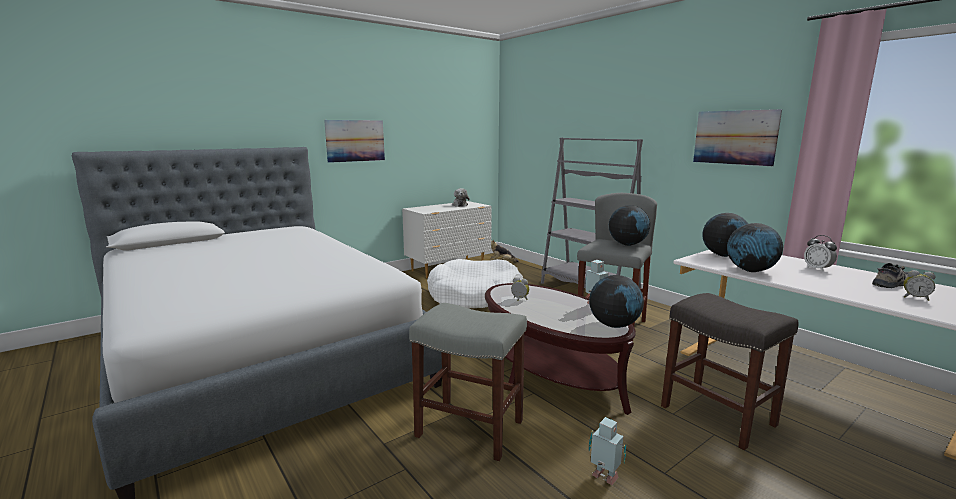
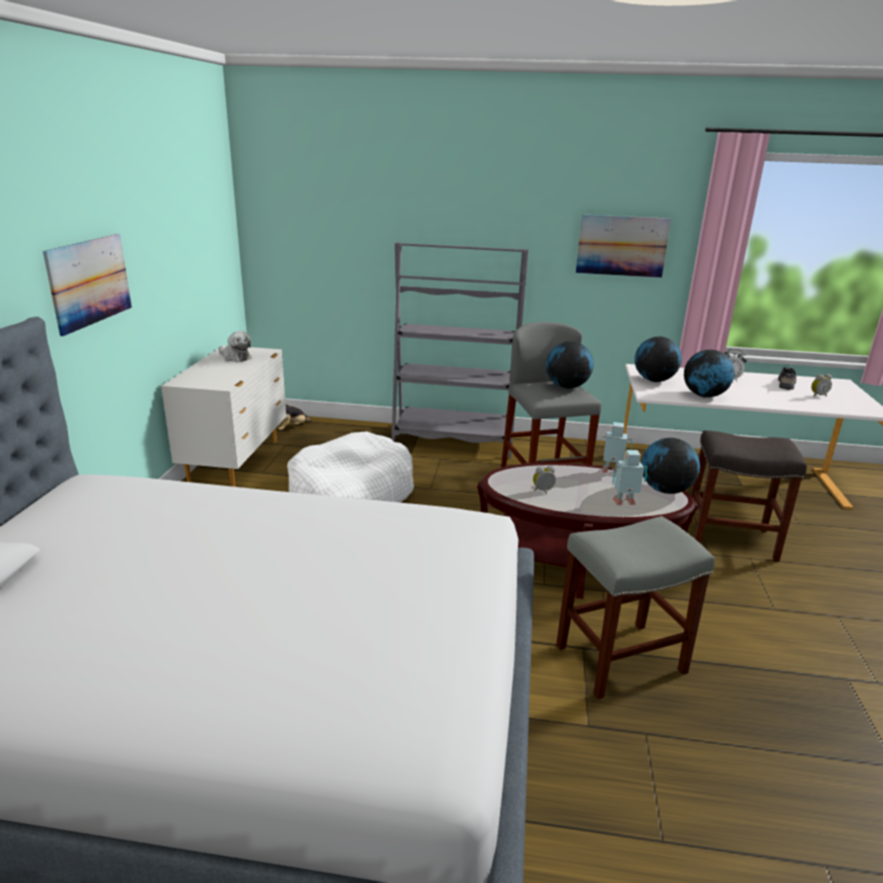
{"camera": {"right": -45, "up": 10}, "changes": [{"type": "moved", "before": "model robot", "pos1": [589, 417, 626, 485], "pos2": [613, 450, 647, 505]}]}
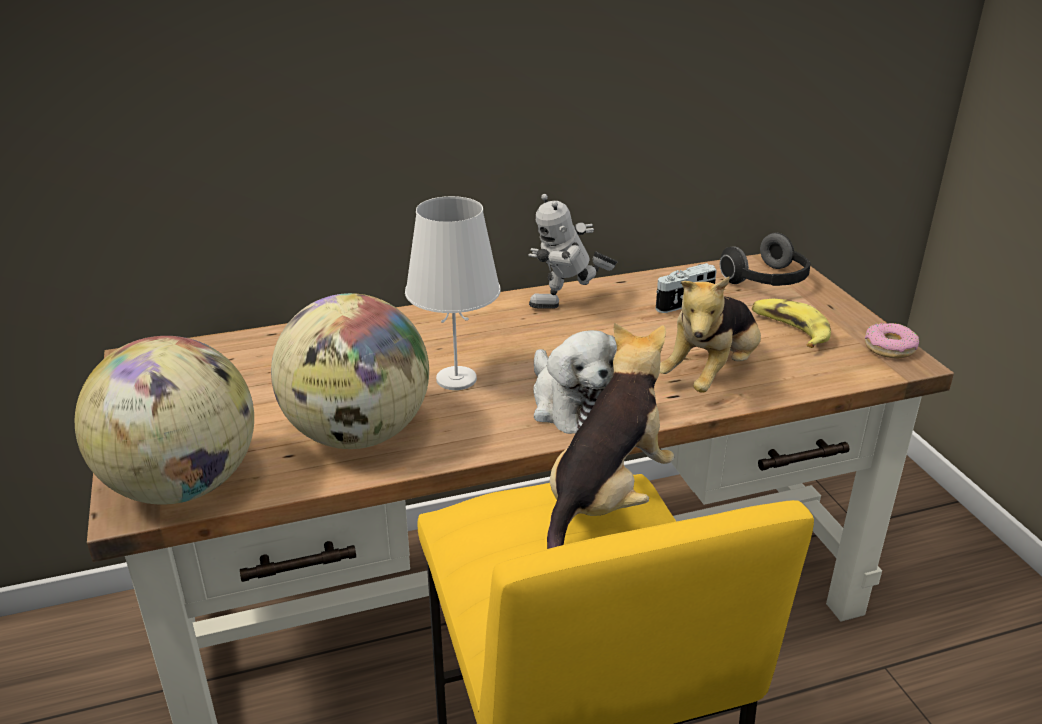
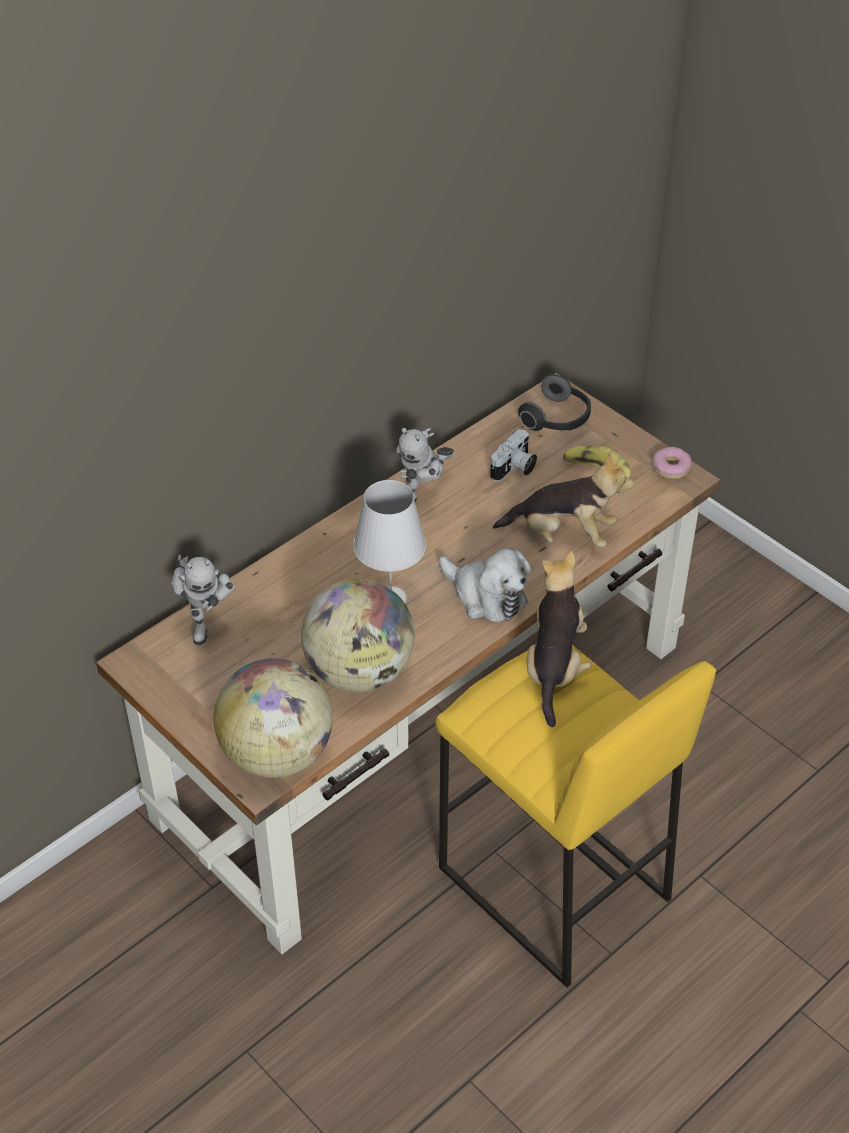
{"camera": {"right": -25, "up": 15}, "changes": [{"type": "added", "after": "model robot", "pos2": [171, 555, 235, 645]}, {"type": "turned", "before": "plush toy", "pos1": [660, 276, 761, 393], "pos2": [493, 451, 634, 547], "turn": -90}]}
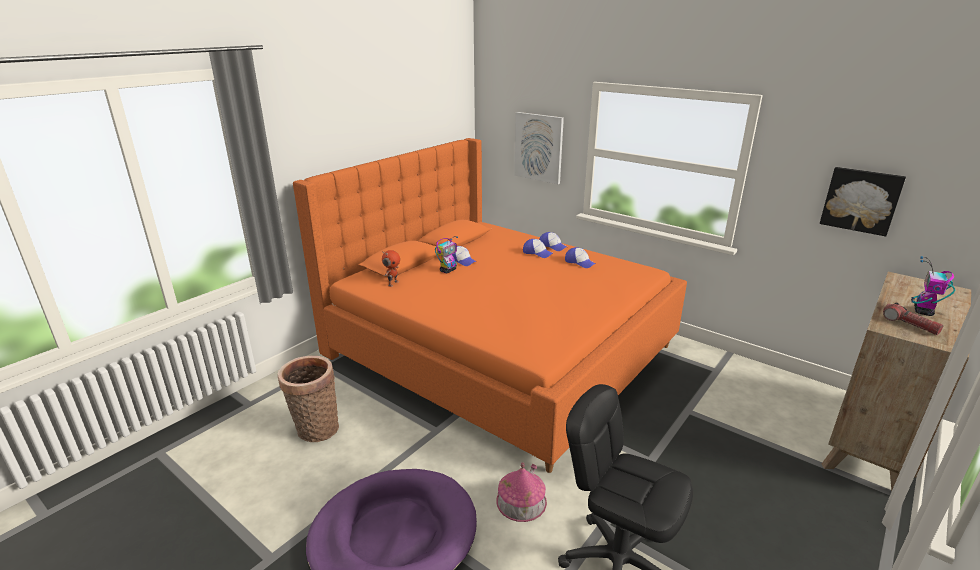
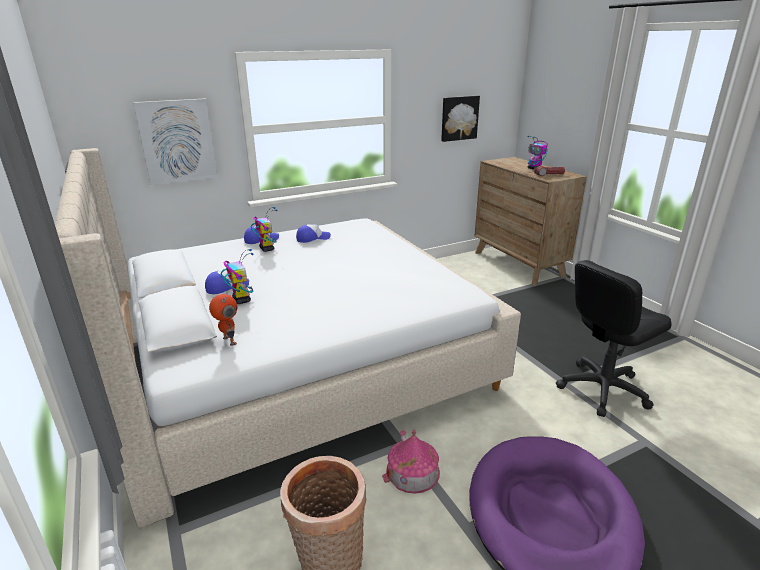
{"camera": {"right": -65, "up": 0}, "changes": [{"type": "recoloured", "before": "orangey bedroom bed", "after": "sand-coloured bedroom bed", "pos1": [293, 138, 687, 473], "pos2": [55, 148, 521, 528]}, {"type": "replaced", "before": "peaked cap", "after": "model robot", "pos1": [523, 239, 553, 258], "pos2": [251, 207, 277, 252]}, {"type": "moved", "before": "toy house", "pos1": [496, 462, 547, 522], "pos2": [382, 429, 440, 494]}]}
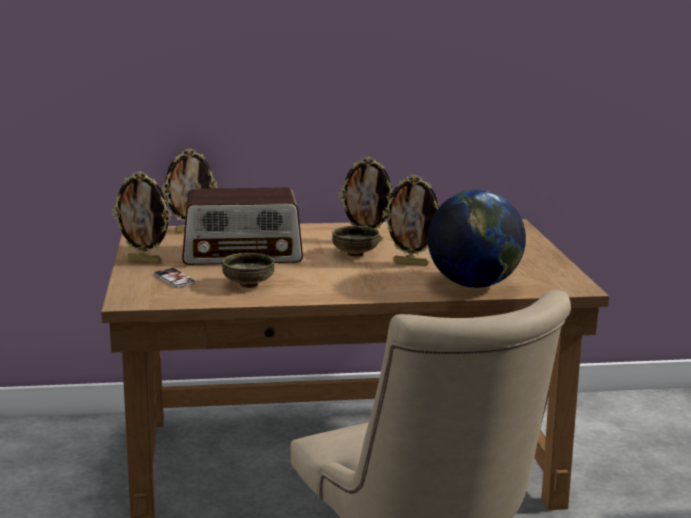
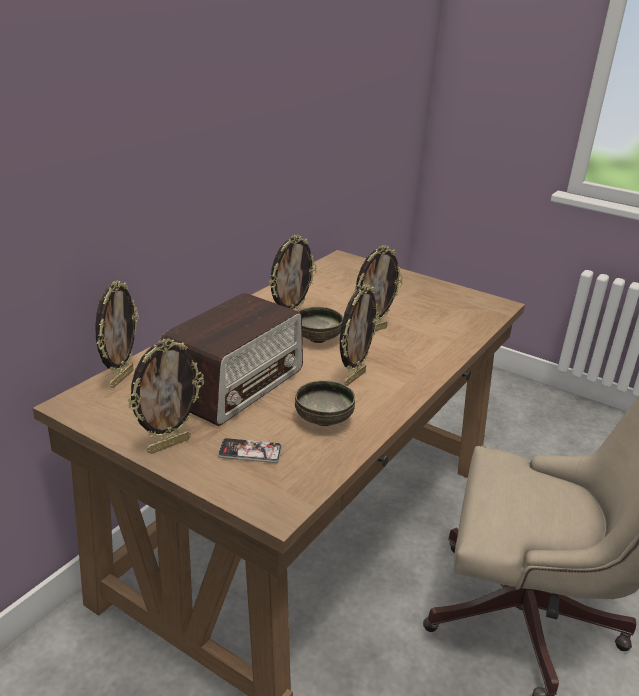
{"camera": {"right": -50, "up": 10}, "changes": [{"type": "added", "after": "picture frame", "pos2": [340, 284, 379, 386]}, {"type": "removed", "before": "world globe", "pos1": [428, 190, 526, 288]}]}
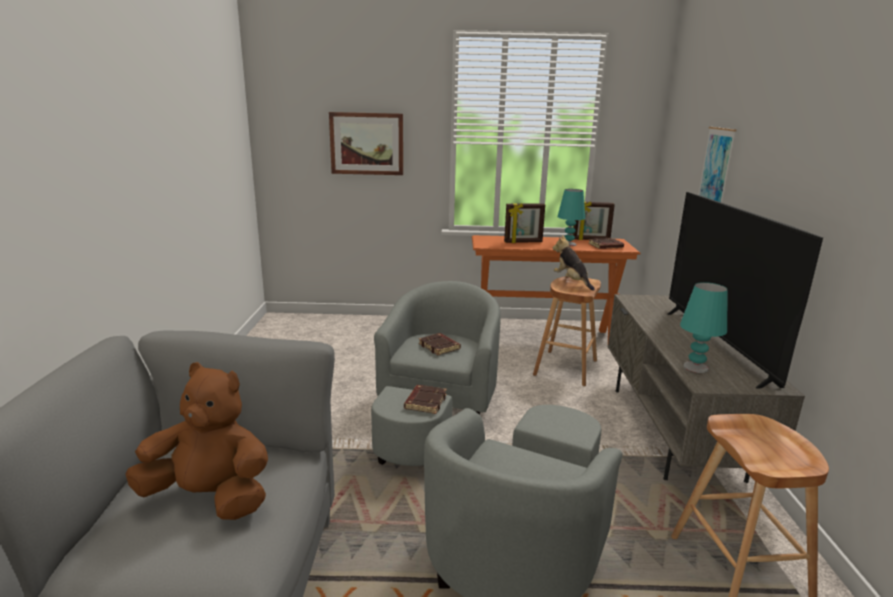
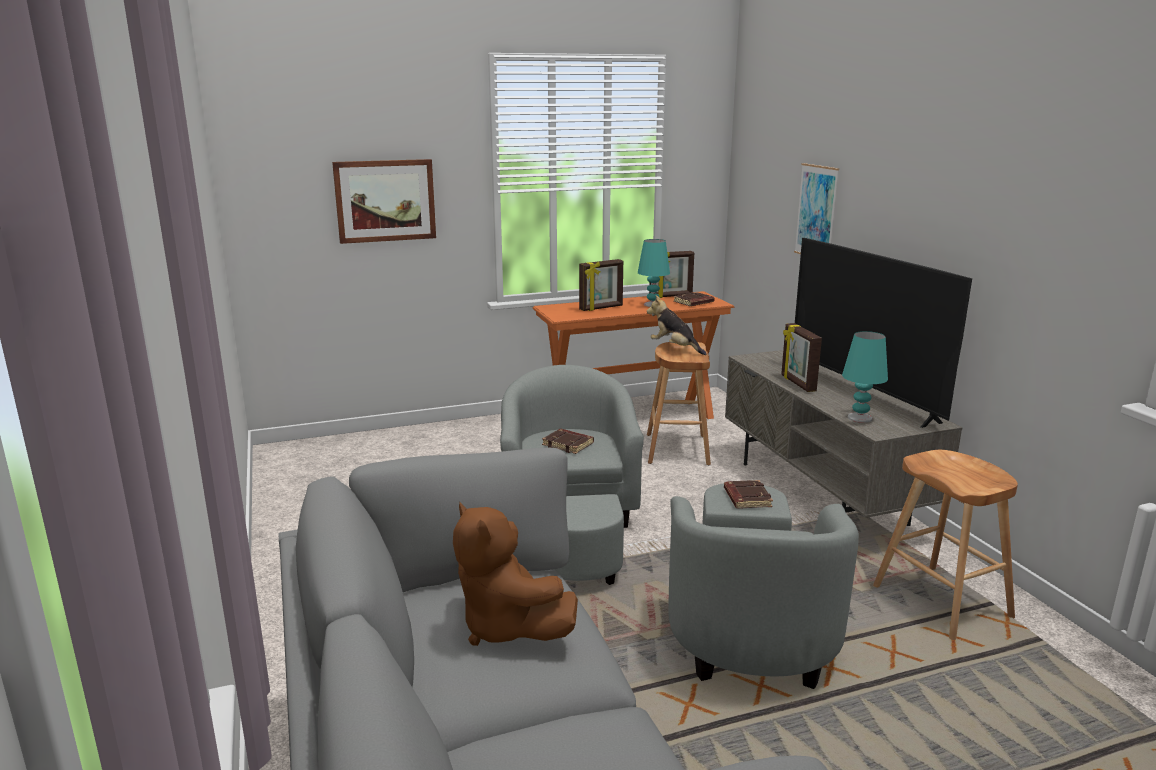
{"camera": {"right": -20, "up": 0}, "changes": [{"type": "turned", "before": "brown plush toy", "pos1": [125, 362, 268, 520], "pos2": [453, 502, 578, 646], "turn": -120}, {"type": "moved", "before": "brown bound book", "pos1": [404, 385, 447, 414], "pos2": [724, 480, 773, 509]}, {"type": "added", "after": "picture frame", "pos2": [781, 323, 822, 392]}]}
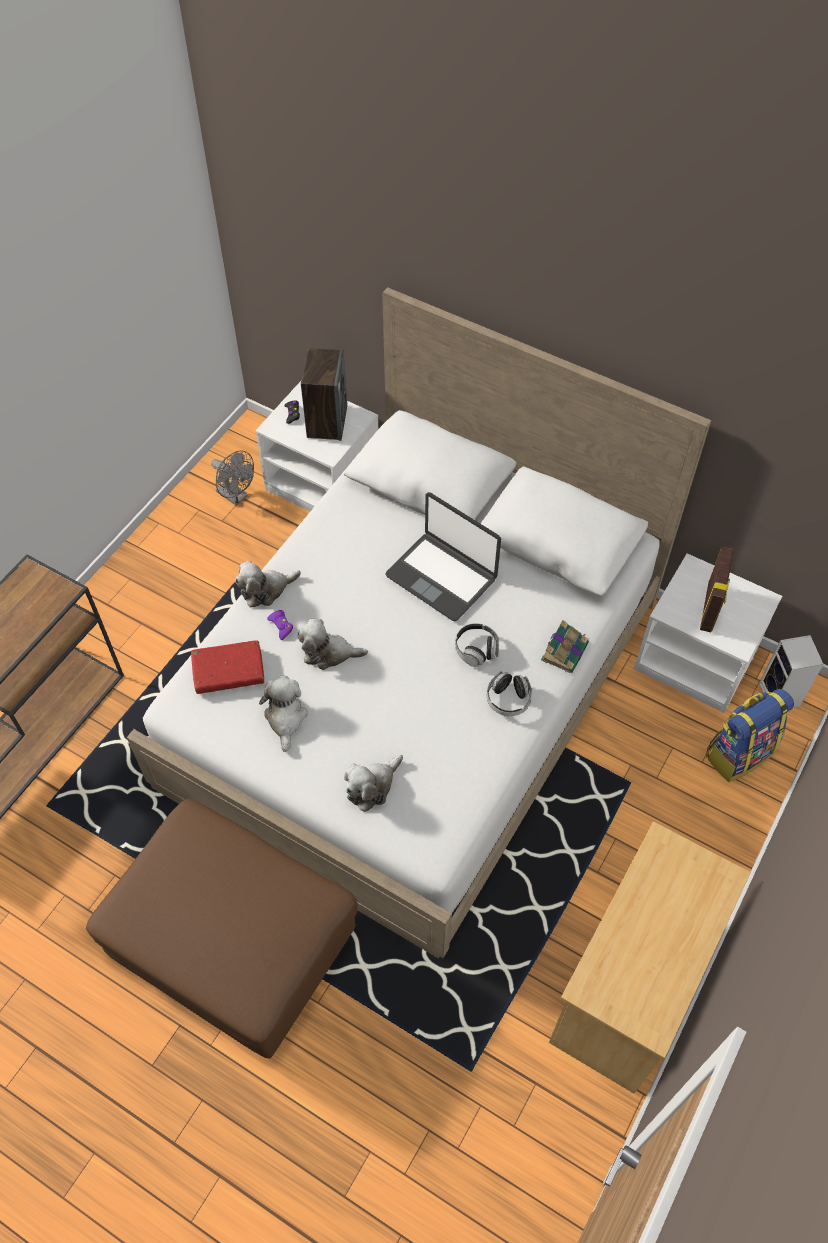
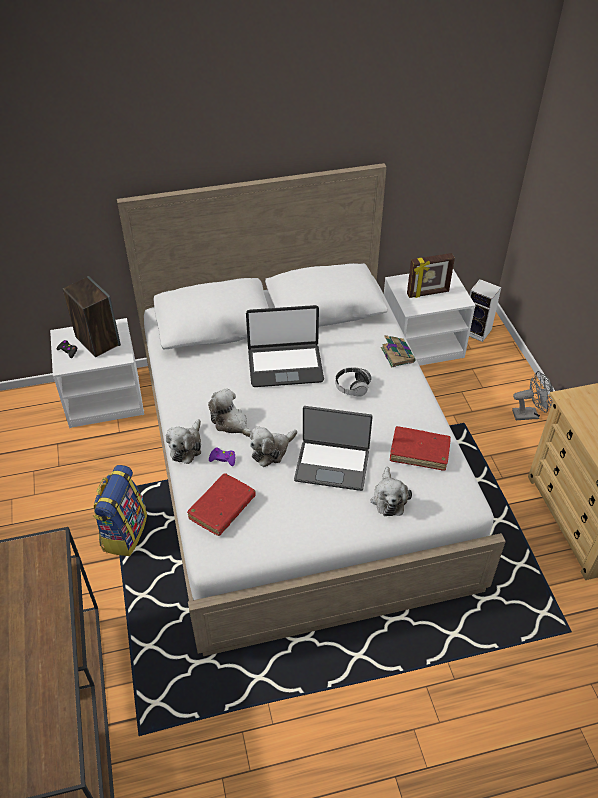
{"camera": {"right": -45, "up": -10}, "changes": [{"type": "moved", "before": "backpack", "pos1": [706, 689, 794, 782], "pos2": [93, 465, 147, 556]}, {"type": "moved", "before": "plush toy", "pos1": [259, 675, 308, 752], "pos2": [208, 388, 252, 437]}, {"type": "added", "after": "portable computer", "pos2": [294, 406, 373, 491]}, {"type": "added", "after": "red bound book", "pos2": [390, 426, 451, 471]}, {"type": "turned", "before": "picture frame", "pos1": [700, 547, 733, 632], "pos2": [407, 253, 455, 298], "turn": 105}, {"type": "moved", "before": "gray fan", "pos1": [211, 450, 254, 506], "pos2": [512, 371, 553, 420]}, {"type": "removed", "before": "brown footrest", "pos1": [86, 799, 358, 1059]}, {"type": "removed", "before": "headset", "pos1": [487, 671, 532, 716]}]}
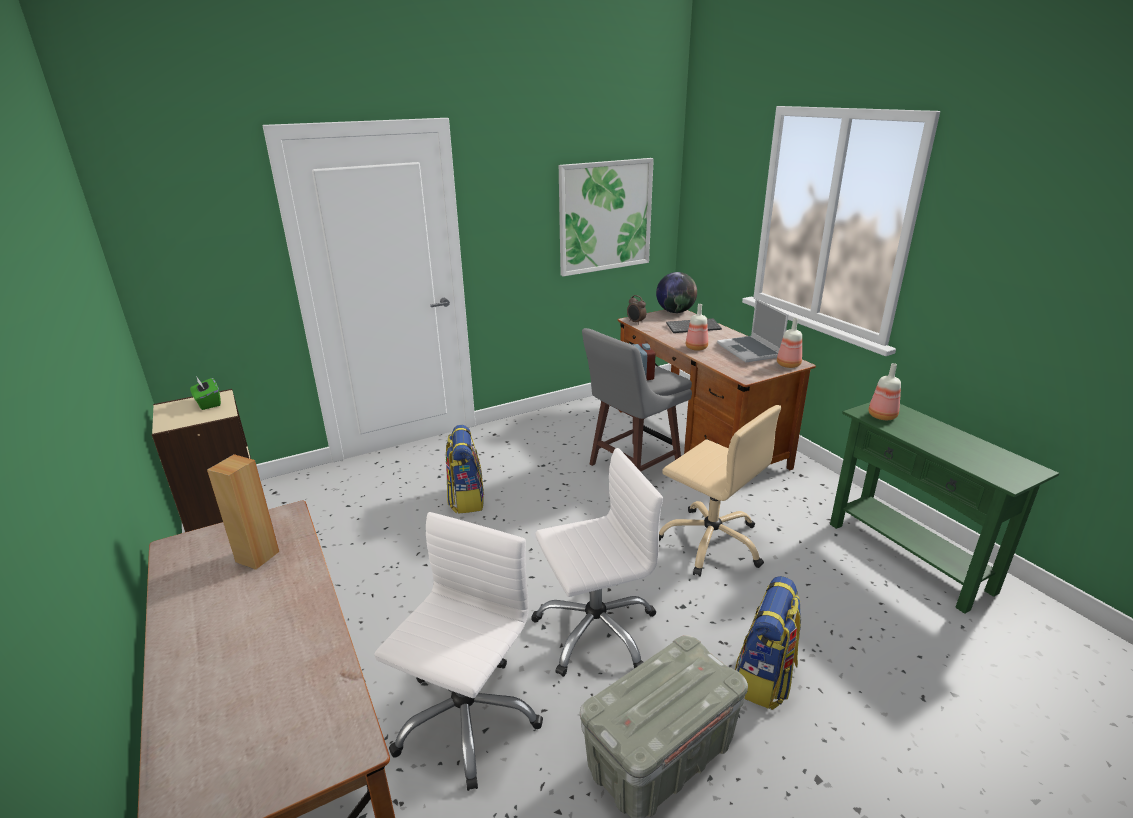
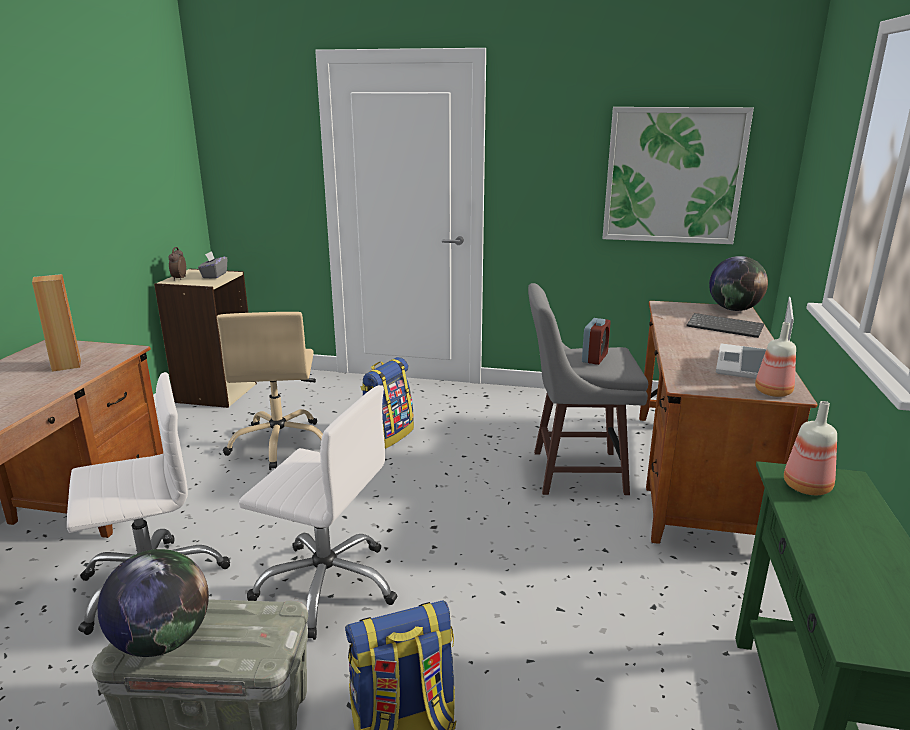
{"camera": {"right": 40, "up": -5}, "changes": [{"type": "added", "after": "world globe", "pos2": [97, 549, 209, 657]}, {"type": "moved", "before": "alarm clock", "pos1": [627, 295, 646, 324], "pos2": [168, 247, 186, 281]}, {"type": "recoloured", "before": "green box of tissues", "after": "gray box of tissues", "pos1": [190, 376, 221, 410], "pos2": [198, 251, 227, 279]}, {"type": "moved", "before": "sand-coloured computer chair", "pos1": [659, 405, 781, 577], "pos2": [217, 312, 323, 470]}, {"type": "removed", "before": "bottle", "pos1": [686, 304, 708, 351]}]}
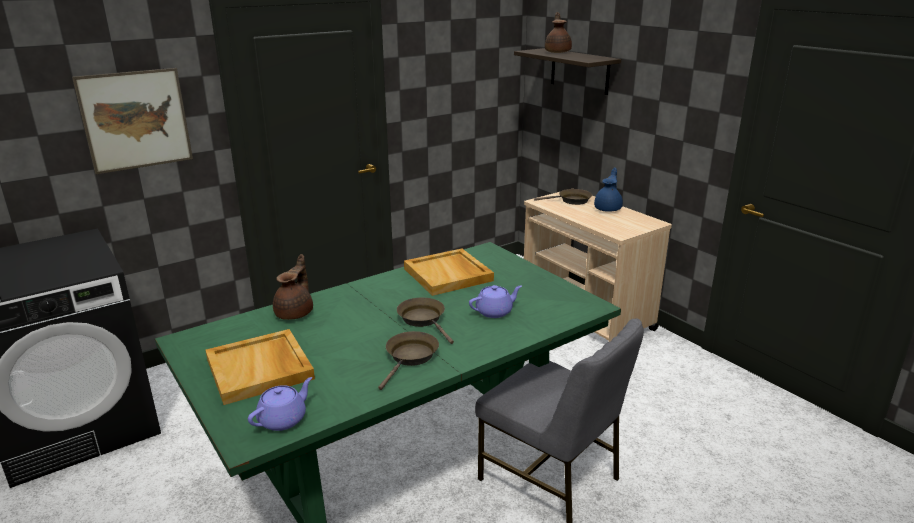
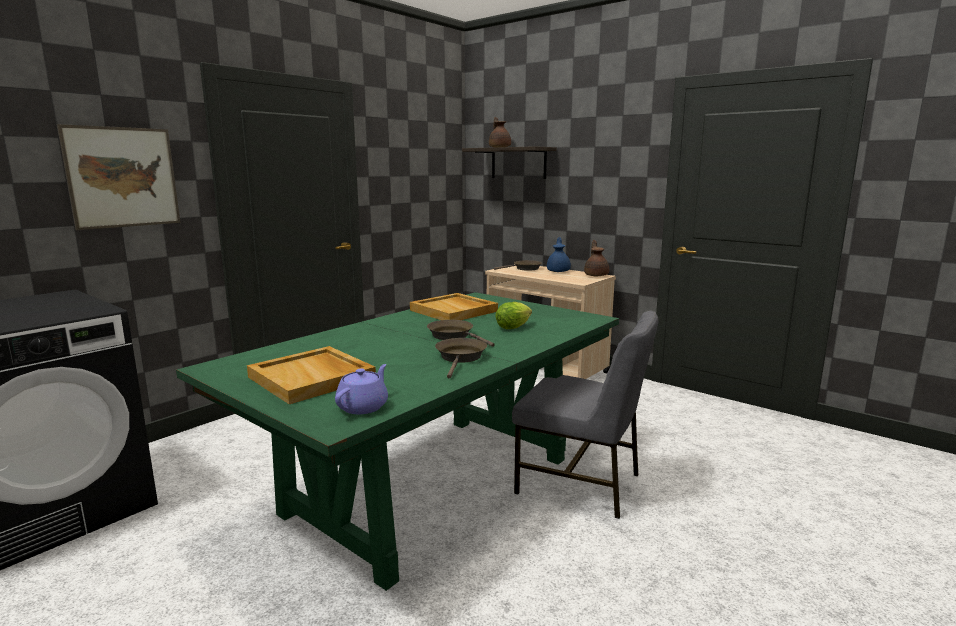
{"camera": {"right": -15, "up": -10}, "changes": [{"type": "replaced", "before": "purplish tea pot", "after": "lettuce head", "pos1": [469, 285, 522, 318], "pos2": [495, 302, 532, 329]}, {"type": "moved", "before": "brown tea pot", "pos1": [273, 254, 313, 320], "pos2": [584, 240, 609, 276]}]}
